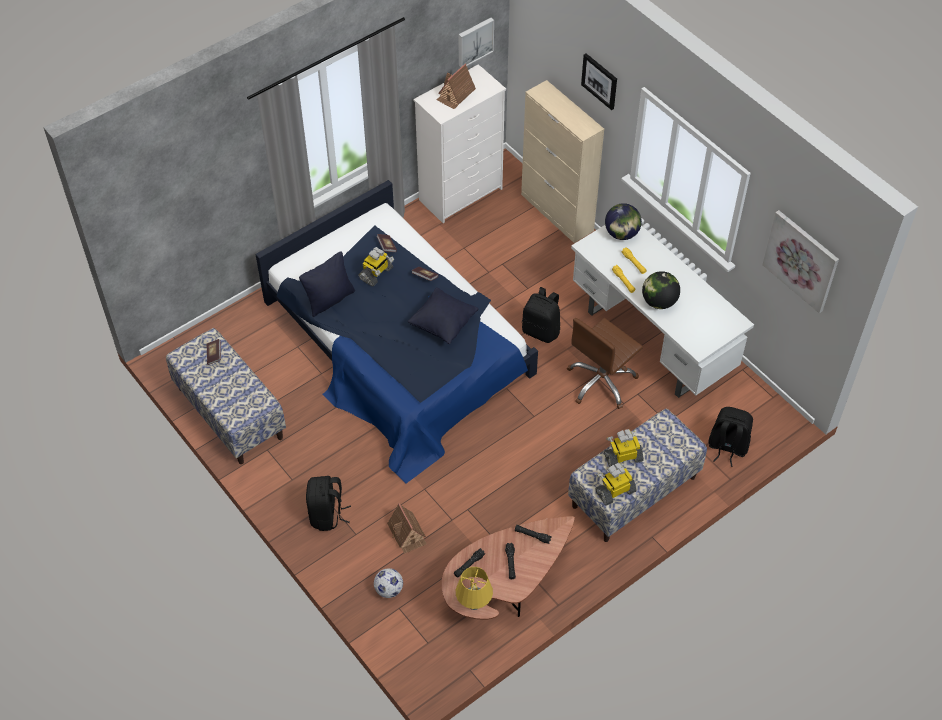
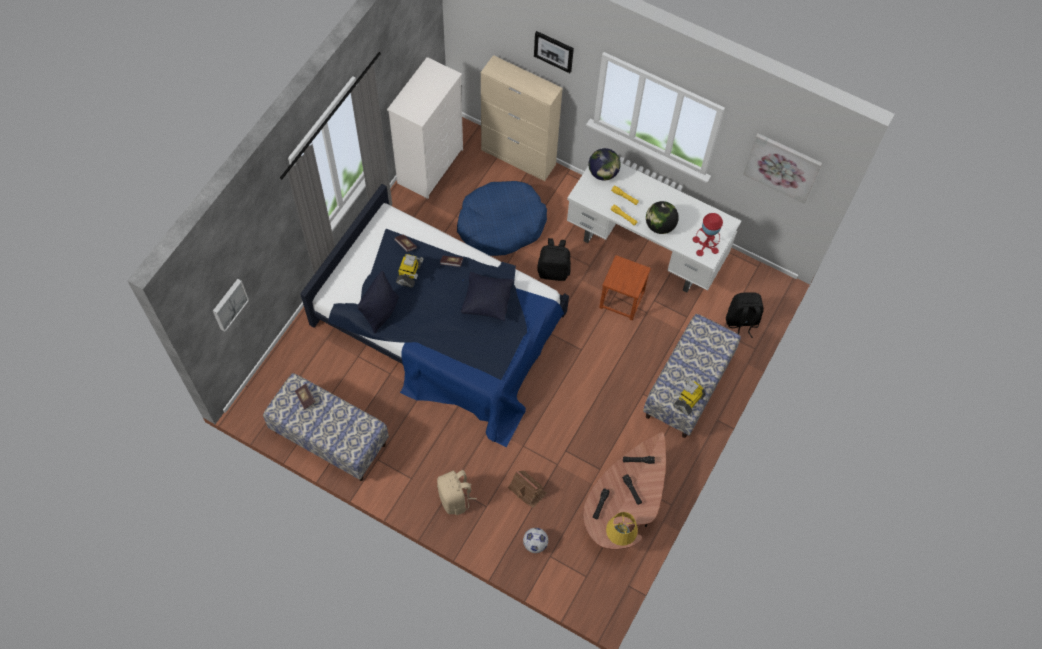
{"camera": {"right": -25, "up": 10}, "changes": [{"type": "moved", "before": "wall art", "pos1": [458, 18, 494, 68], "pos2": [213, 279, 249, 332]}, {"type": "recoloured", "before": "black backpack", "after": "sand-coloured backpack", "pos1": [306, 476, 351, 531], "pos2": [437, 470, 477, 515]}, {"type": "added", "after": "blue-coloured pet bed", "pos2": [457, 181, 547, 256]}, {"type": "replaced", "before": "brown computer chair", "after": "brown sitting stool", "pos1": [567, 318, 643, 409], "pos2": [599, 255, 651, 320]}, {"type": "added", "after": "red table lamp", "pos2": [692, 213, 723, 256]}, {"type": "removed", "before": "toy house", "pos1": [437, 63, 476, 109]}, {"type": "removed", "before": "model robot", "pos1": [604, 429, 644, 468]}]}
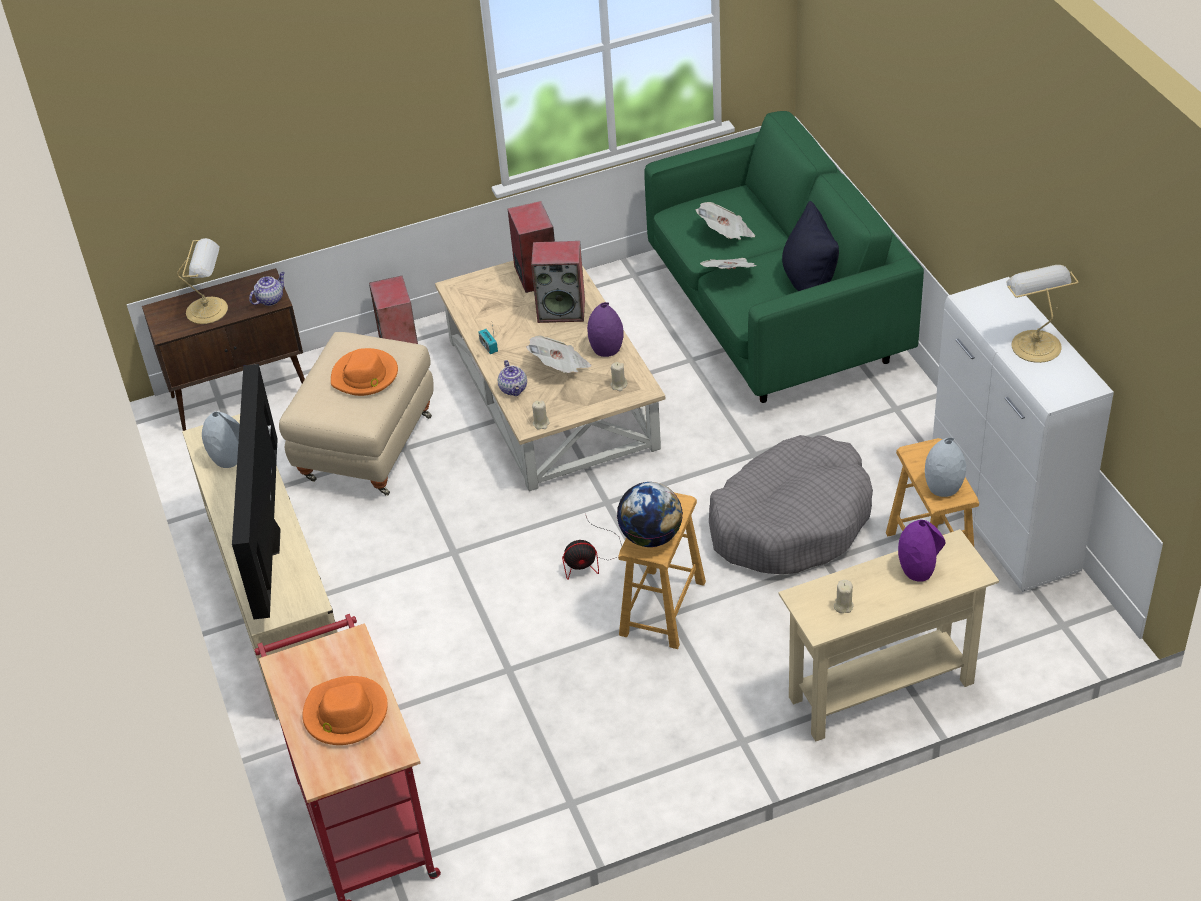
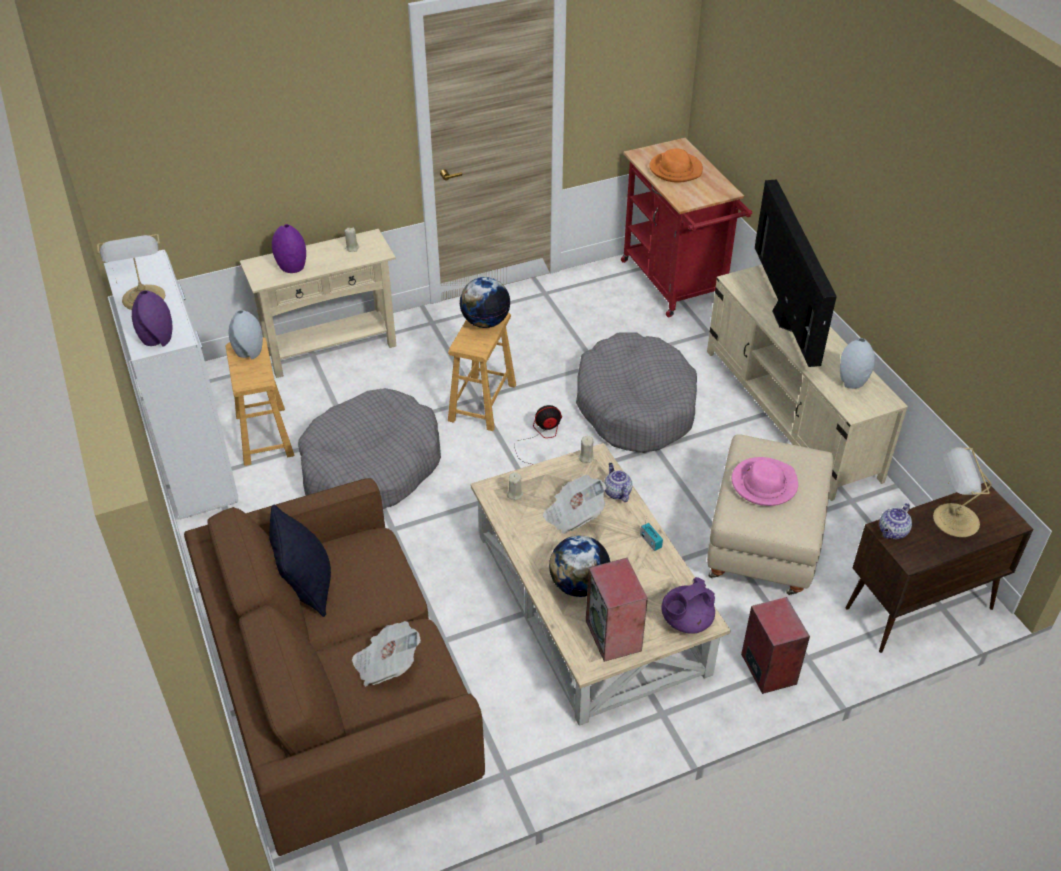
{"camera": {"right": 175, "up": 0}, "changes": [{"type": "moved", "before": "purplish flower vase", "pos1": [587, 302, 624, 357], "pos2": [132, 290, 172, 347]}, {"type": "recoloured", "before": "green couch", "after": "brown couch", "pos1": [645, 111, 924, 403], "pos2": [184, 478, 485, 856]}, {"type": "replaced", "before": "loudspeaker", "after": "world globe", "pos1": [531, 241, 585, 323], "pos2": [549, 535, 610, 597]}, {"type": "added", "after": "gray pet bed", "pos2": [576, 332, 697, 453]}, {"type": "added", "after": "purplish tea pot", "pos2": [662, 577, 715, 634]}, {"type": "recoloured", "before": "orangey clothing hat", "after": "pink clothing hat", "pos1": [331, 348, 398, 396], "pos2": [732, 457, 798, 506]}, {"type": "removed", "before": "daily paper", "pos1": [700, 258, 757, 269]}]}
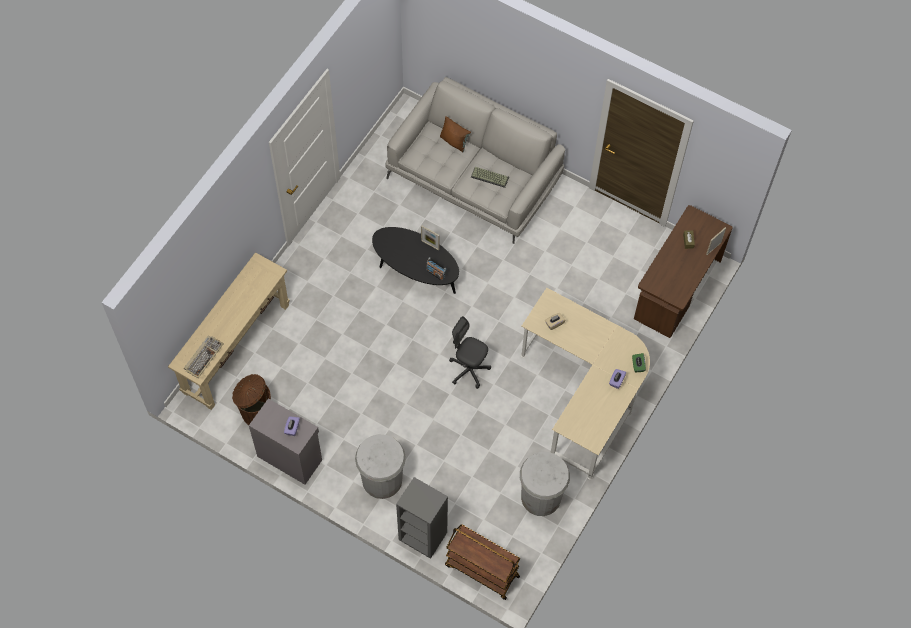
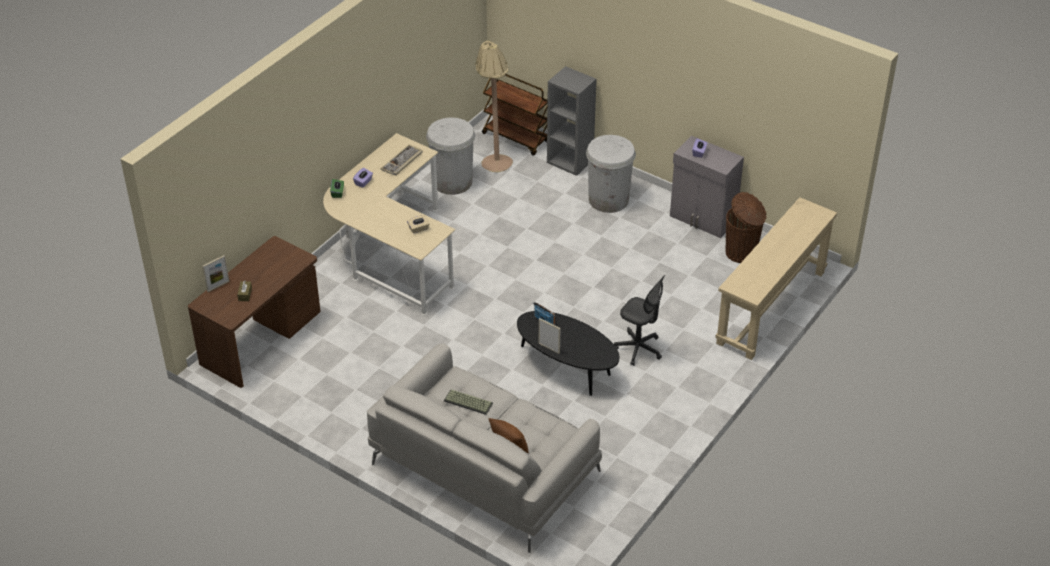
{"camera": {"right": -175, "up": -20}, "changes": [{"type": "moved", "before": "computer keyboard", "pos1": [184, 336, 224, 378], "pos2": [381, 145, 423, 175]}, {"type": "added", "after": "sand-coloured floor lamp", "pos2": [475, 41, 513, 172]}, {"type": "moved", "before": "gray computer chair", "pos1": [449, 316, 491, 389], "pos2": [614, 275, 665, 366]}]}
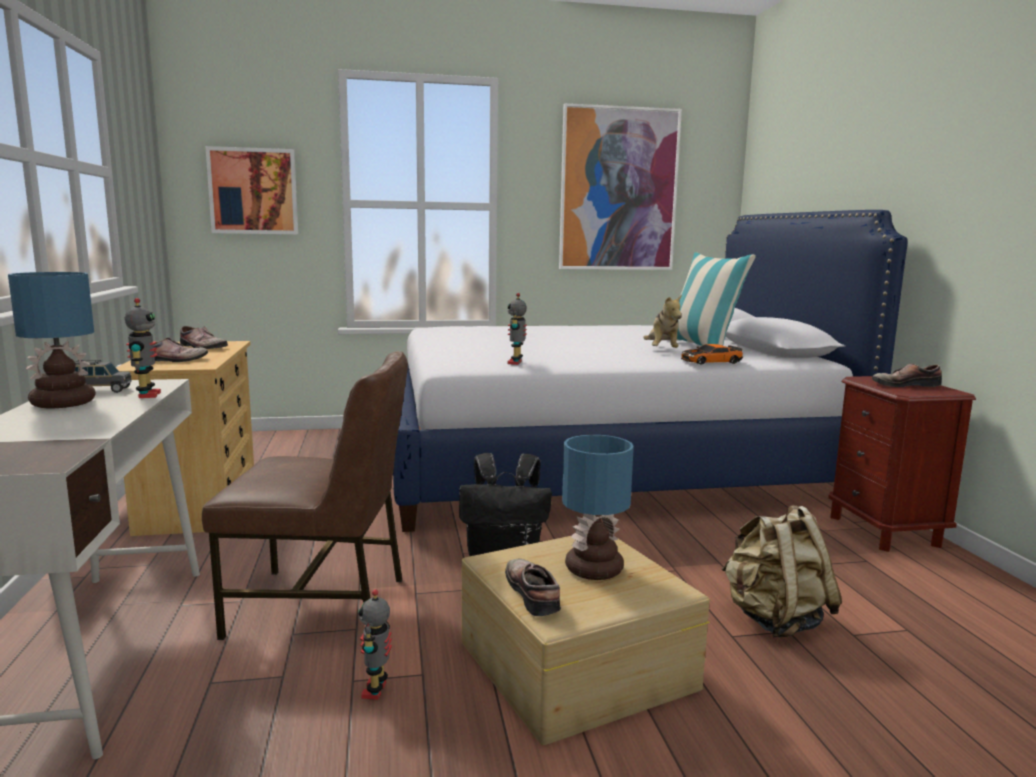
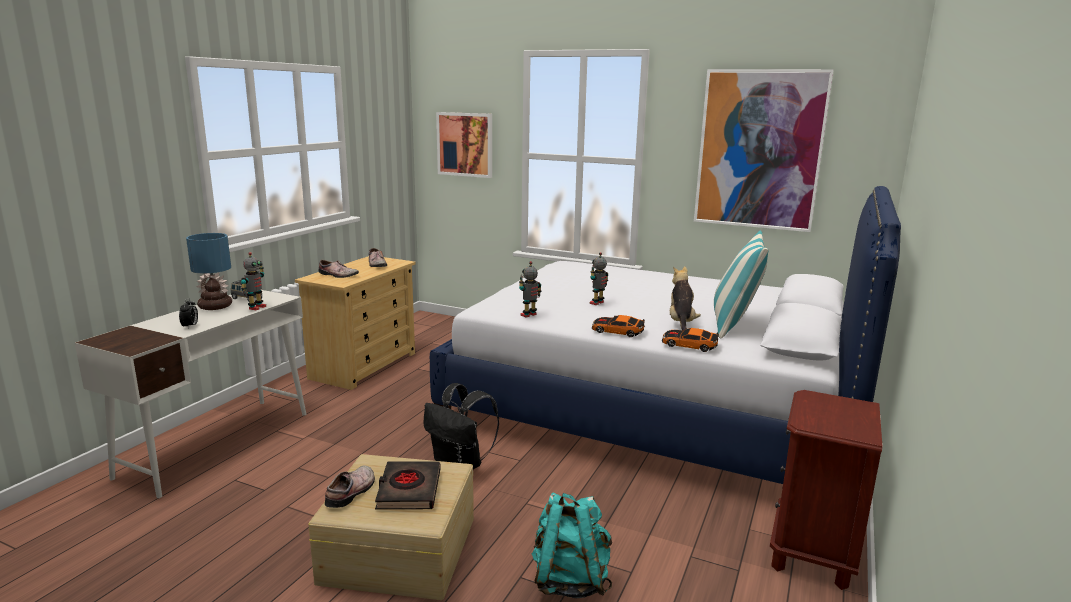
{"camera": {"right": 35, "up": 5}, "changes": [{"type": "added", "after": "alarm clock", "pos2": [179, 298, 198, 326]}, {"type": "replaced", "before": "table lamp", "after": "black bound book", "pos1": [562, 435, 634, 580], "pos2": [375, 461, 441, 509]}, {"type": "recoloured", "before": "sand-coloured backpack", "after": "turquoise-coloured backpack", "pos1": [722, 505, 842, 637], "pos2": [532, 493, 612, 598]}, {"type": "moved", "before": "model robot", "pos1": [358, 589, 392, 700], "pos2": [590, 252, 608, 305]}, {"type": "added", "after": "model car", "pos2": [592, 315, 645, 337]}, {"type": "turned", "before": "plush toy", "pos1": [643, 295, 682, 348], "pos2": [670, 266, 701, 330], "turn": 150}, {"type": "removed", "before": "brown upright chair", "pos1": [202, 351, 408, 640]}, {"type": "removed", "before": "shoe", "pos1": [872, 363, 942, 387]}]}
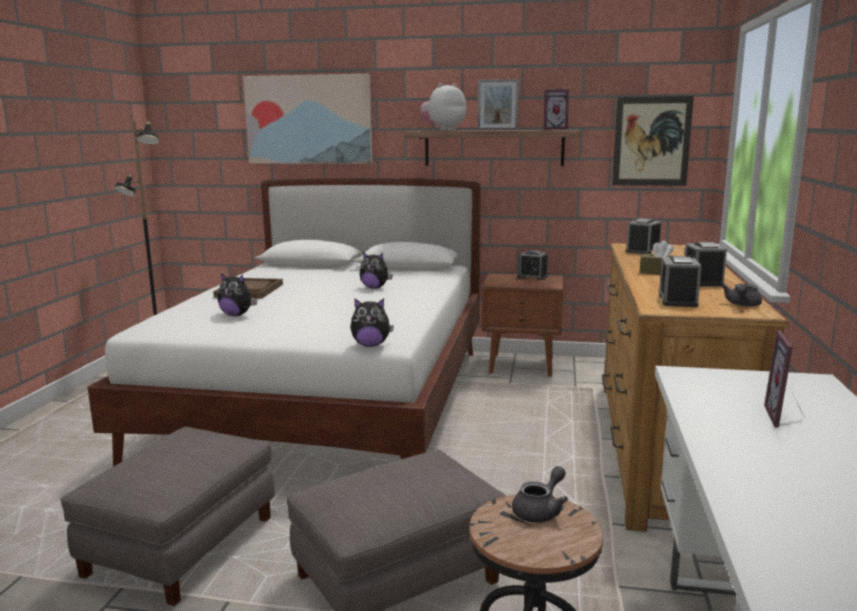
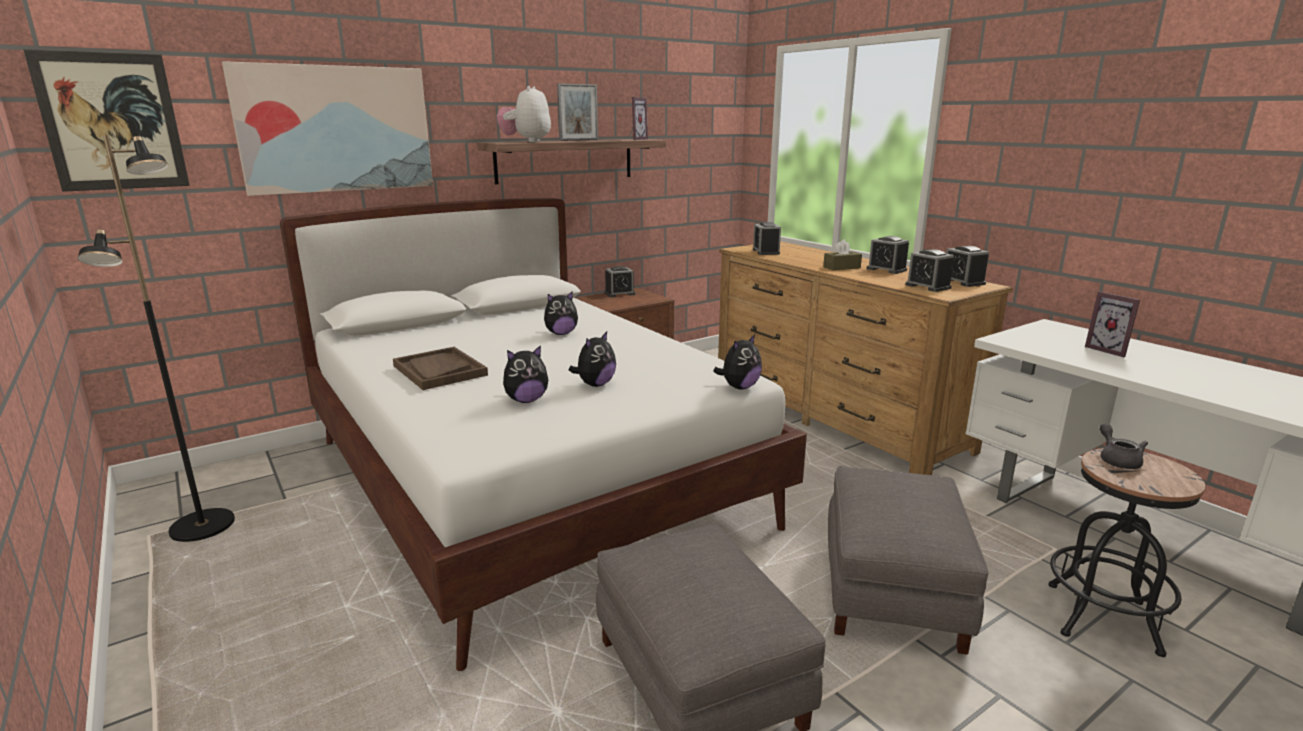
{"camera": {"right": -45, "up": 5}, "changes": [{"type": "moved", "before": "wall art", "pos1": [612, 96, 694, 186], "pos2": [23, 49, 190, 192]}, {"type": "added", "after": "plush toy", "pos2": [569, 331, 616, 387]}, {"type": "replaced", "before": "gray tea pot", "after": "alarm clock", "pos1": [721, 284, 762, 307], "pos2": [946, 246, 989, 287]}]}
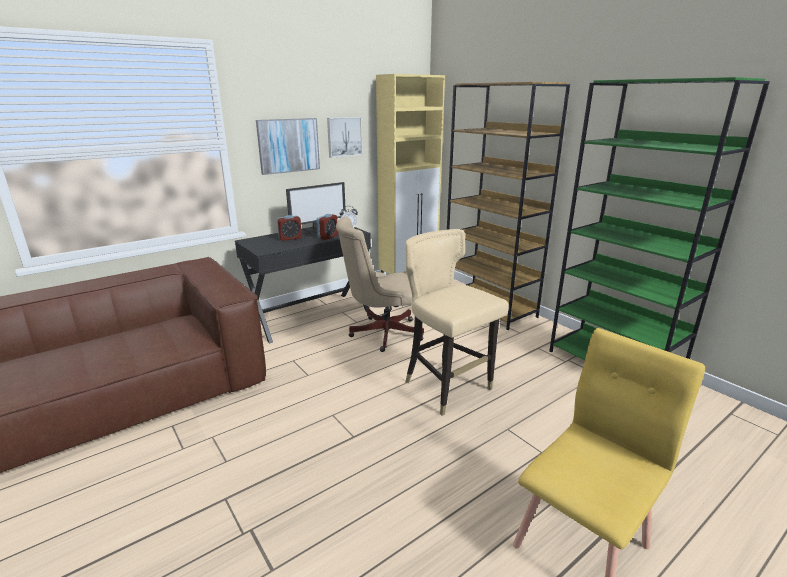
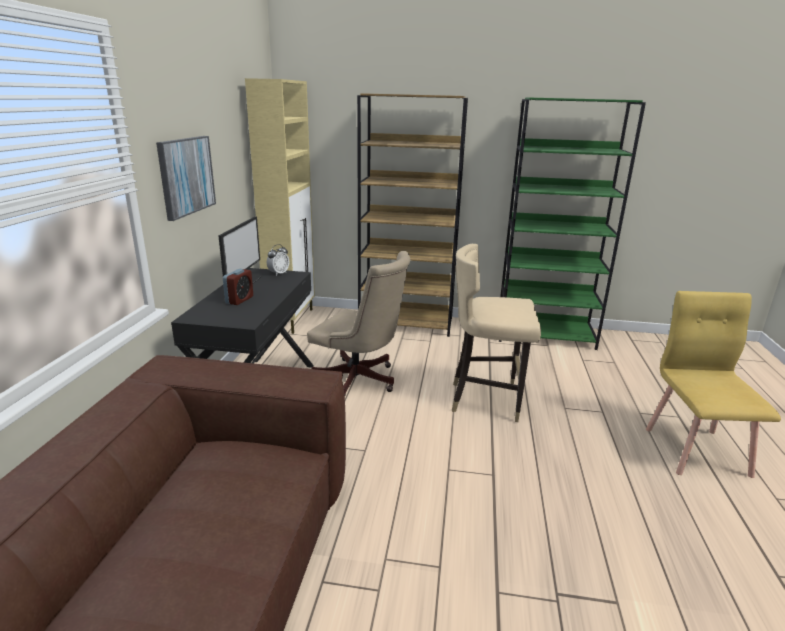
{"camera": {"right": -45, "up": 0}, "changes": [{"type": "turned", "before": "sand-coloured computer chair", "pos1": [336, 217, 424, 352], "pos2": [307, 251, 410, 396], "turn": -90}, {"type": "removed", "before": "alarm clock", "pos1": [316, 214, 338, 240]}, {"type": "removed", "before": "wall art", "pos1": [327, 117, 362, 158]}]}
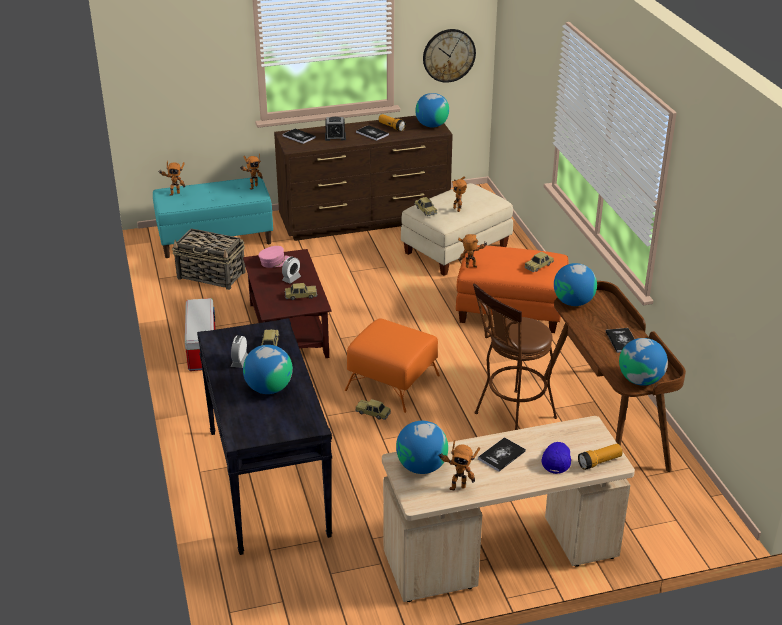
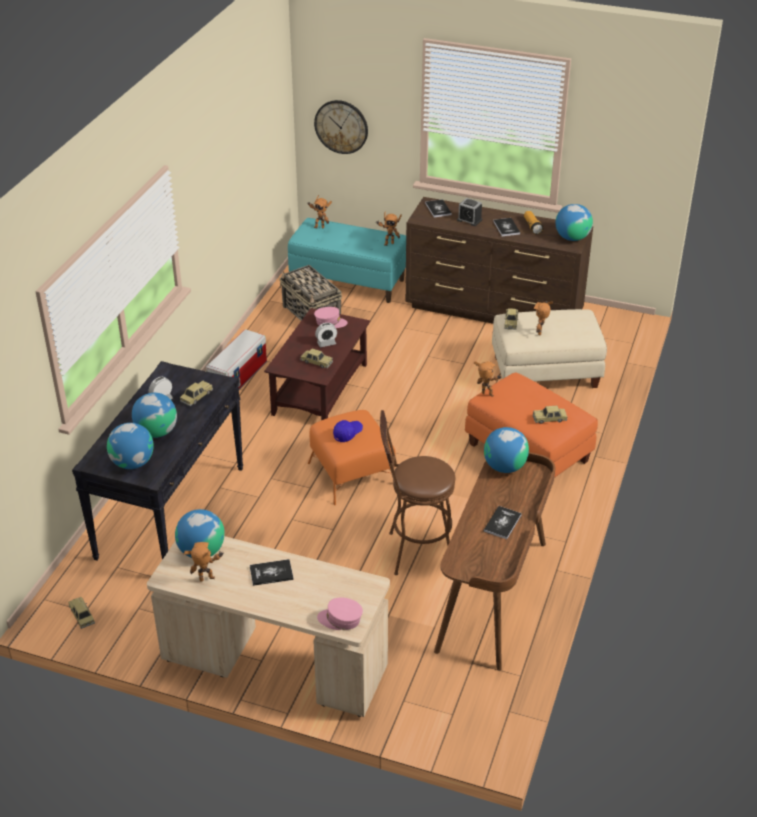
{"camera": {"right": 35, "up": 5}, "changes": [{"type": "moved", "before": "model car", "pos1": [355, 399, 391, 420], "pos2": [69, 597, 95, 629]}, {"type": "moved", "before": "world globe", "pos1": [619, 338, 668, 386], "pos2": [107, 423, 154, 469]}, {"type": "turned", "before": "model robot", "pos1": [438, 440, 480, 490], "pos2": [184, 542, 224, 582], "turn": 135}, {"type": "moved", "before": "clock on the wall", "pos1": [423, 29, 476, 83], "pos2": [314, 100, 368, 154]}, {"type": "replaced", "before": "hand torch", "after": "pink peaked cap", "pos1": [578, 444, 623, 470], "pos2": [317, 598, 363, 630]}, {"type": "moved", "before": "blue-coloured peaked cap", "pos1": [541, 442, 571, 474], "pos2": [333, 420, 363, 442]}]}
